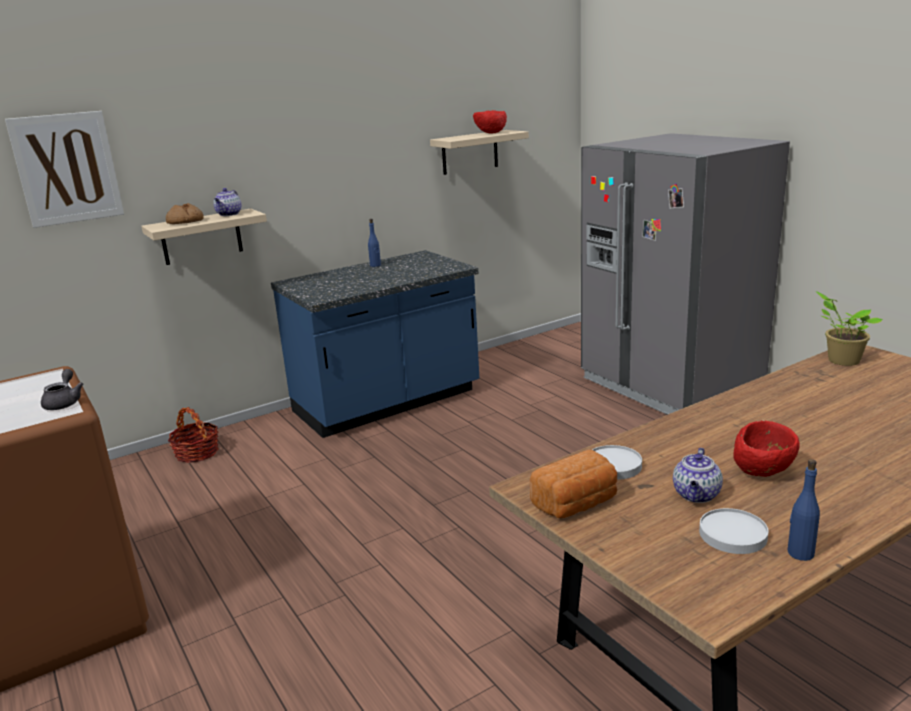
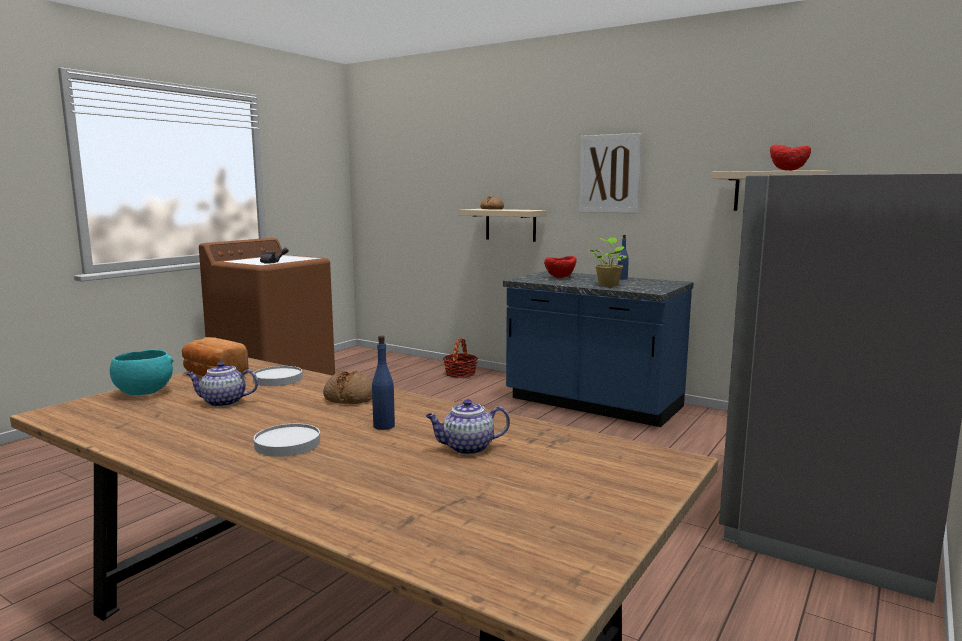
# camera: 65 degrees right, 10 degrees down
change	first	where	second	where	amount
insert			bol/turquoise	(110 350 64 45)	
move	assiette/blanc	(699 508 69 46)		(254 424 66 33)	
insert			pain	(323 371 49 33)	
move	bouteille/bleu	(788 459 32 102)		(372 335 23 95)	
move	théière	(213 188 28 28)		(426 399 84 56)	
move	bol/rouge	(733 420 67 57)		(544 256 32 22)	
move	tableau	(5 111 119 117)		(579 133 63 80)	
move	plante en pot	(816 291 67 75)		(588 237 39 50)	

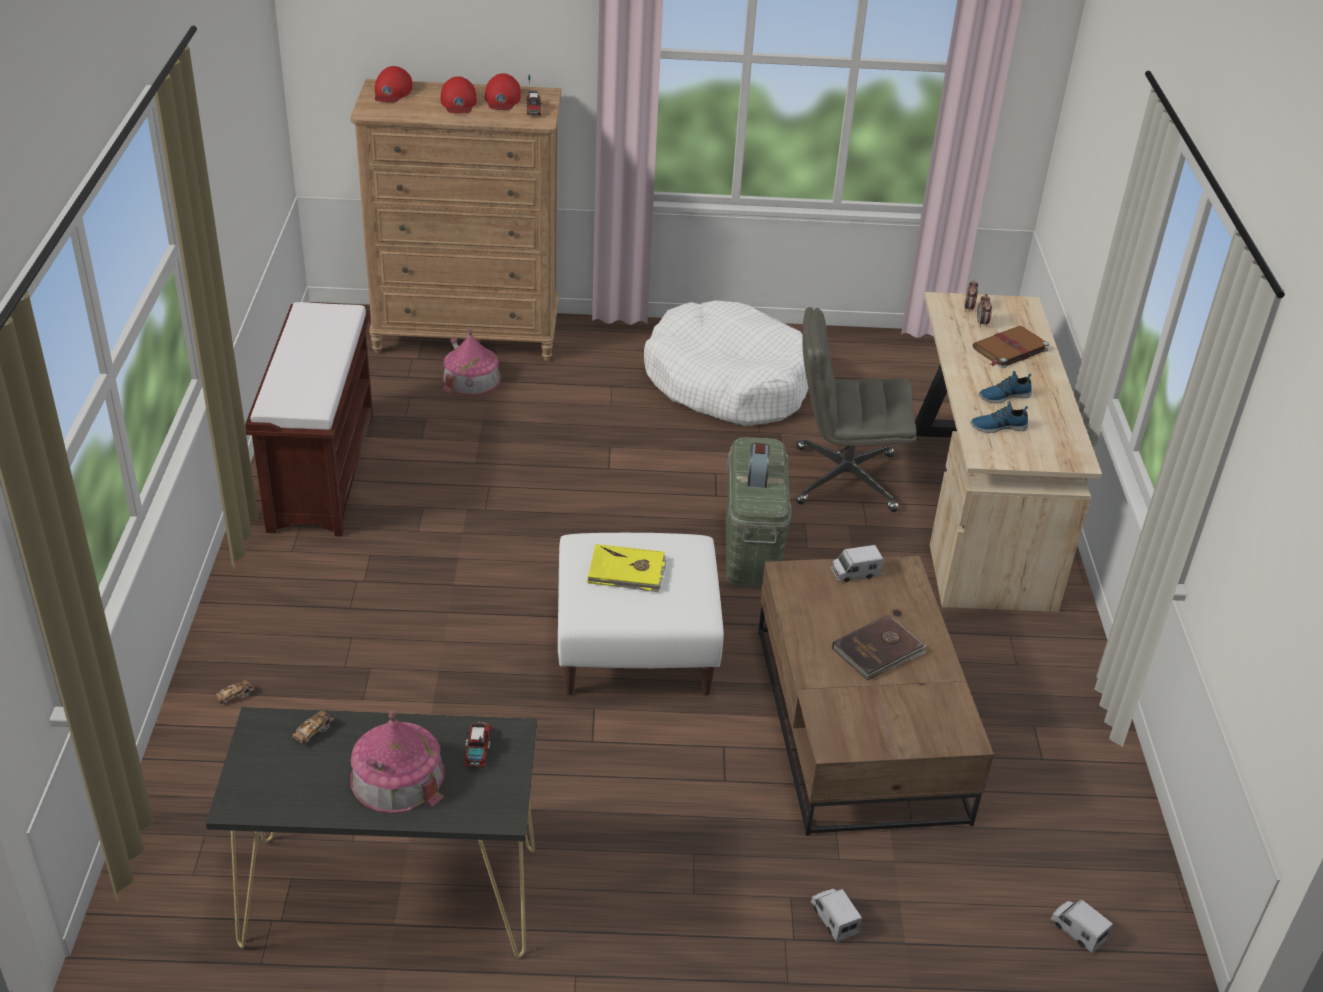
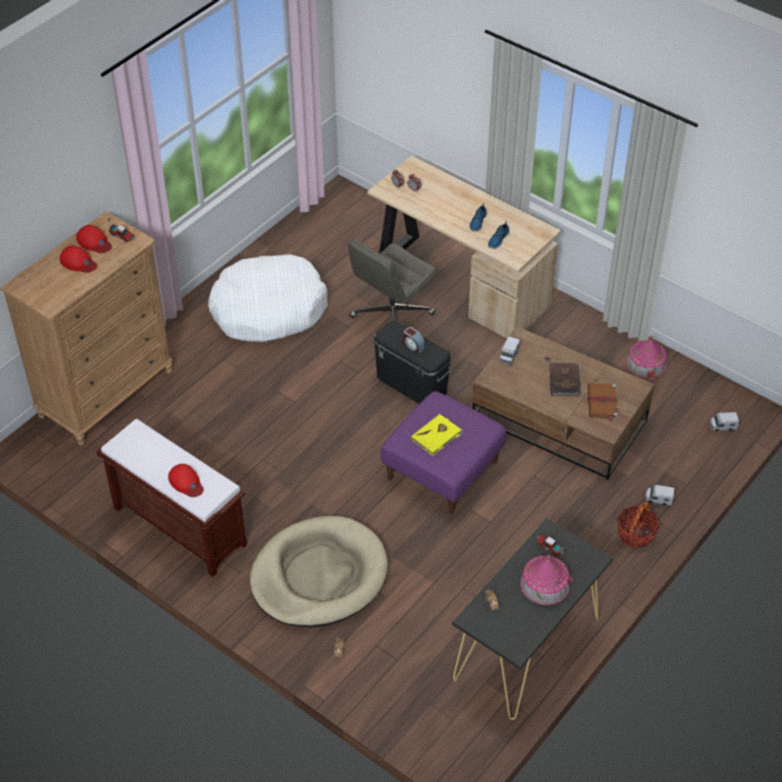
# camera: 50 degrees left, 10 degrees up
change	first	where	second	where	amount
move	casquette/rouge	(375 66 37 37)		(168 464 36 33)	
insert			panier pour chien/beige	(250 516 138 111)	
recolor	boîte de rangement/vert	(726 437 66 152)	boîte de rangement/noir	(373 321 78 83)	
recolor	pouf/blanc	(558 533 166 162)	pouf/violet	(381 391 125 124)	
move	livre/marron	(973 326 76 42)		(588 383 30 38)	
insert			panier	(617 501 43 47)	
move	maison miniature	(442 329 59 66)		(626 335 41 46)	

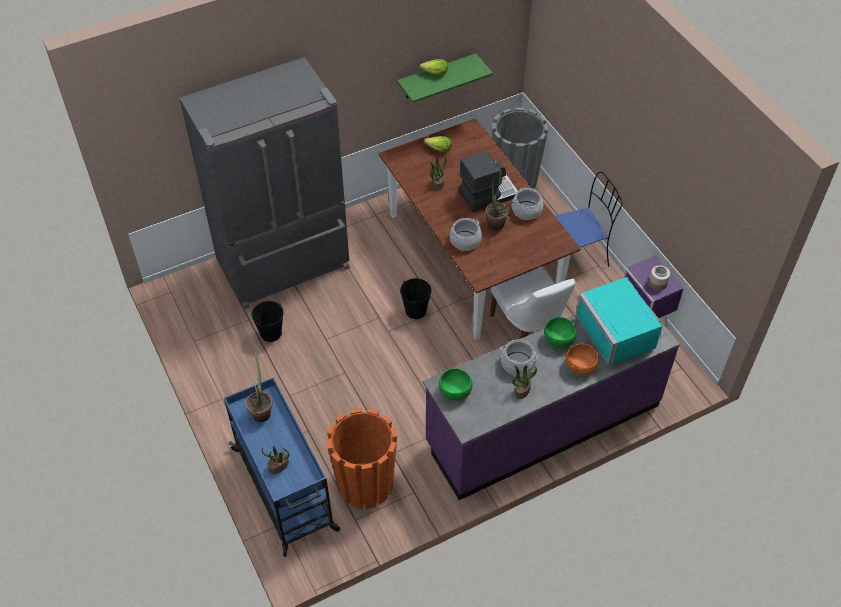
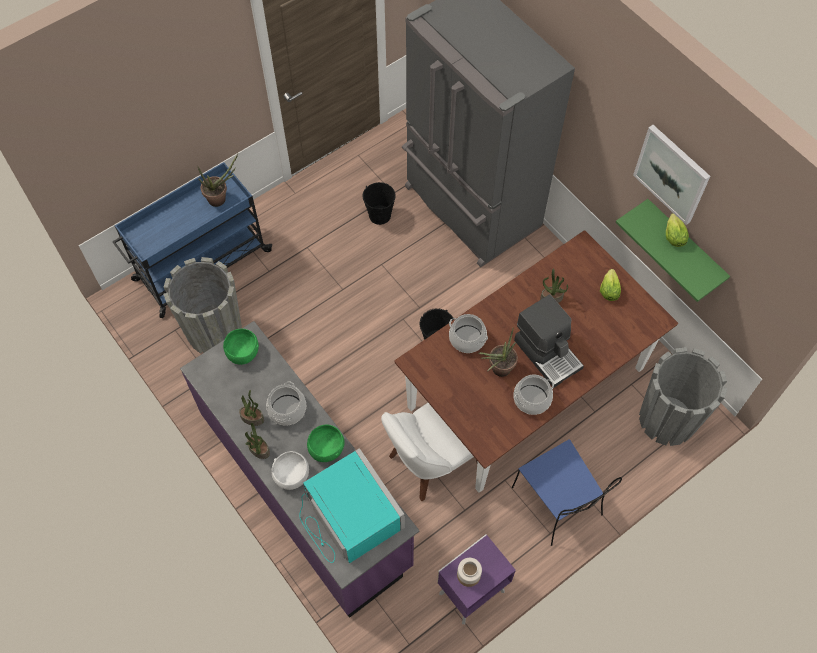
# camera: 80 degrees right, 10 degrees up
change	first	where	second	where	amount
recolor	cache-pot/orange	(326 408 71 101)	cache-pot/gris	(163 257 79 96)	
move	plante en pot	(262 446 28 28)		(245 423 25 36)	
recolor	bol/orange	(565 344 34 32)	bol/blanc	(271 451 38 39)	
rotate	micro-ondes/turquoise	(576 277 87 89)		(299 448 106 115)	90 degrees clockwise
insert			tableau	(633 125 77 100)	

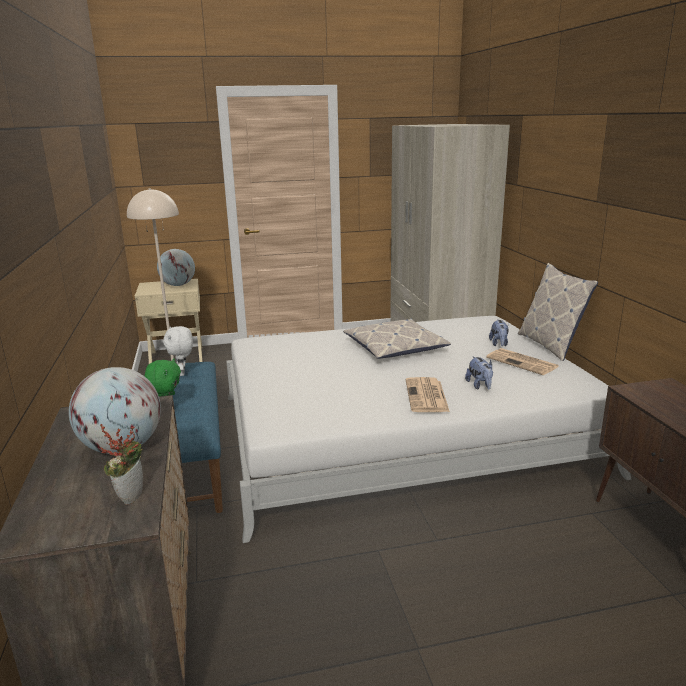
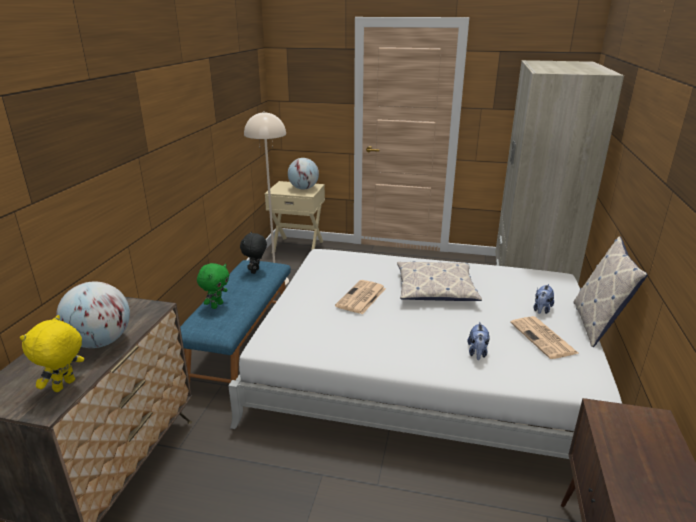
# camera: 25 degrees right, 5 degrees up
change	first	where	second	where	amount
replace	plante en pot	(100 424 43 81)	peluche/jaune	(20 315 64 77)	
recolor	peluche/blanc	(163 326 30 50)	peluche/noir	(240 232 27 42)	
move	journal	(406 377 44 35)		(335 280 51 34)	

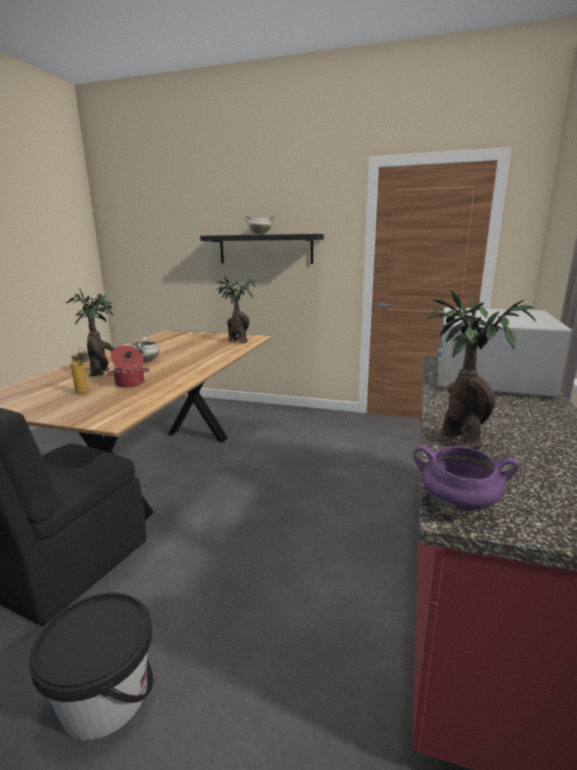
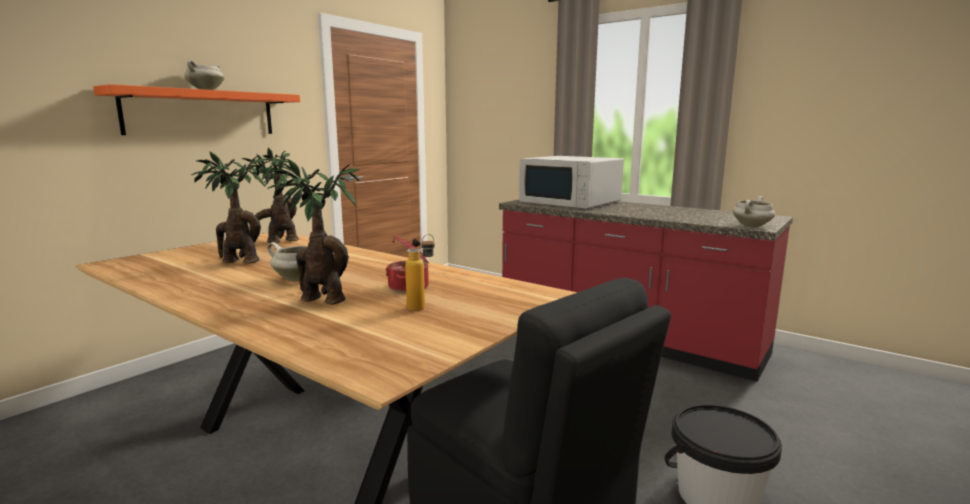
# camera: 70 degrees left, 5 degrees down
change	first	where	second	where	amount
recolor	étagère/noir	(200 234 124 30)	étagère/orange	(93 84 207 51)	
move	plante en pot	(428 289 108 160)		(191 151 76 113)	
recolor	marmite/violet	(413 445 106 67)	marmite/blanc	(733 196 42 31)	

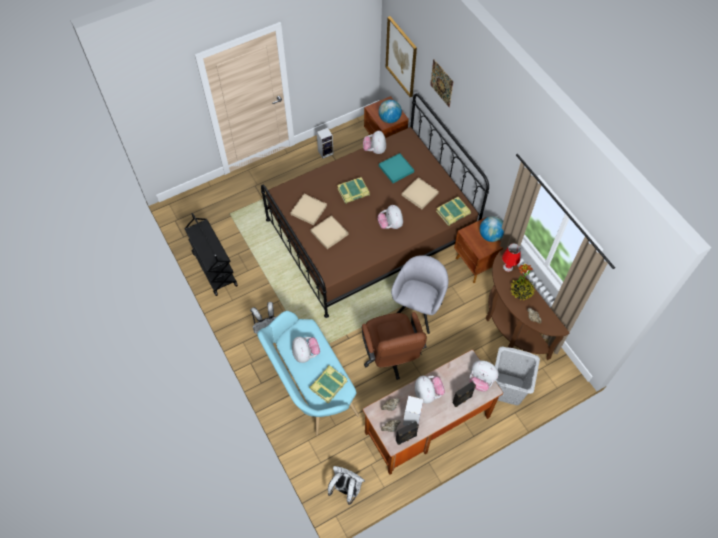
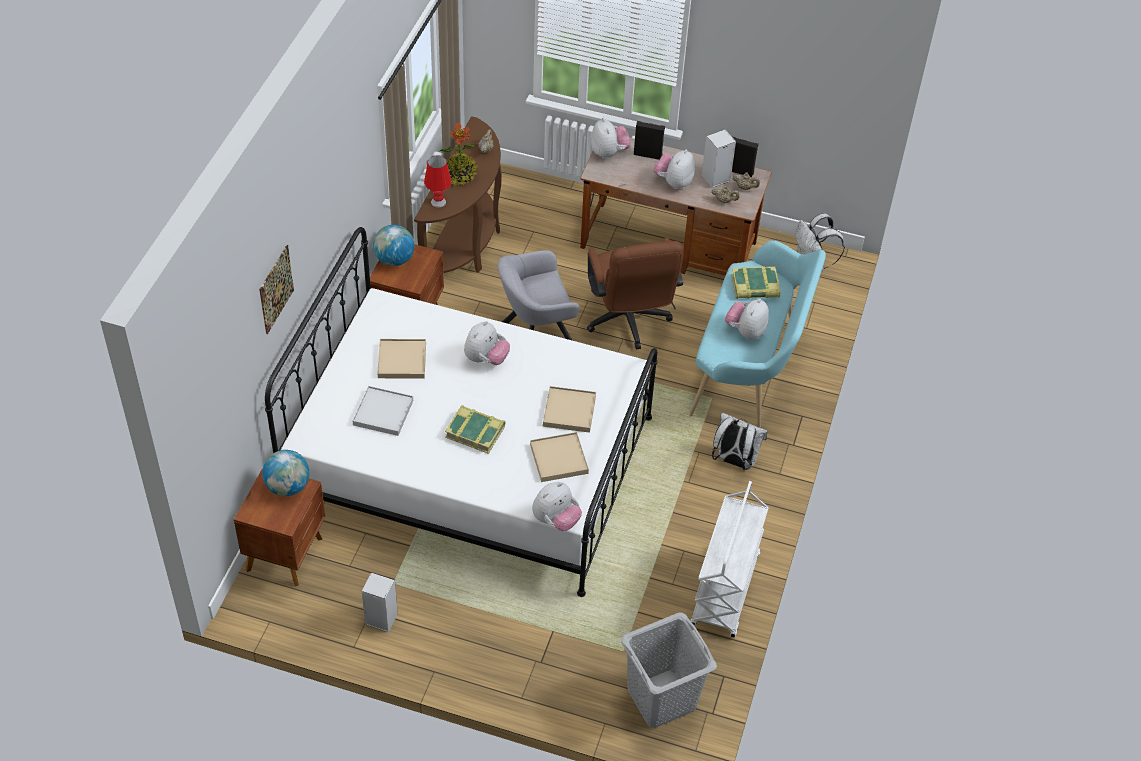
# camera: 135 degrees left, 10 degrees down
change	first	where	second	where	amount
recolor	lit/marron	(261 93 228 225)	lit/blanc	(265 227 392 370)	
recolor	plateau/turquoise	(379 153 35 30)	plateau/blanc	(353 386 60 50)	
move	peluche	(363 130 23 24)		(532 482 50 49)	
rotate	chaise de bureau/marron	(362 312 65 68)		(587 238 97 111)	135 degrees clockwise
move	panier à linge/gris	(495 346 45 59)		(621 613 96 115)	
recolor	chariot/noir	(184 213 54 83)	chariot/blanc	(691 481 78 156)	
delete	tableau	(386 16 31 81)			
delete	livre	(436 197 35 29)			

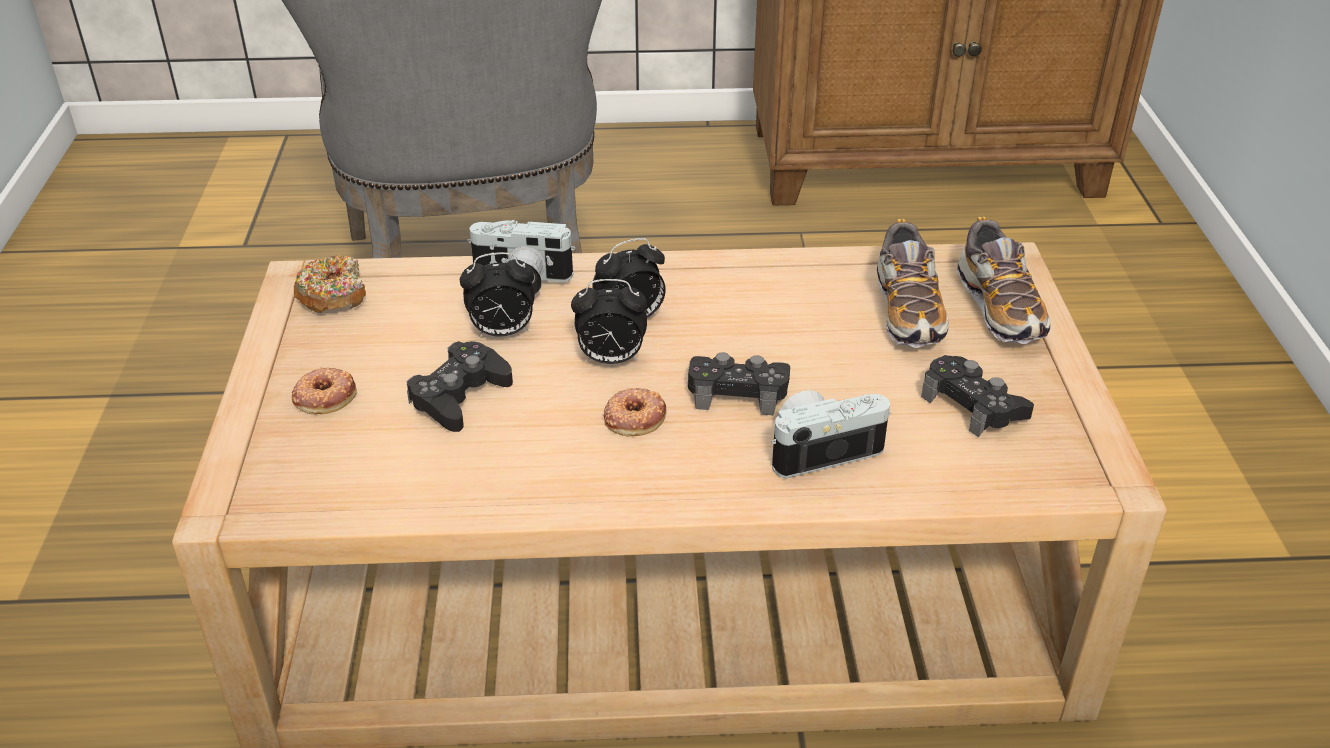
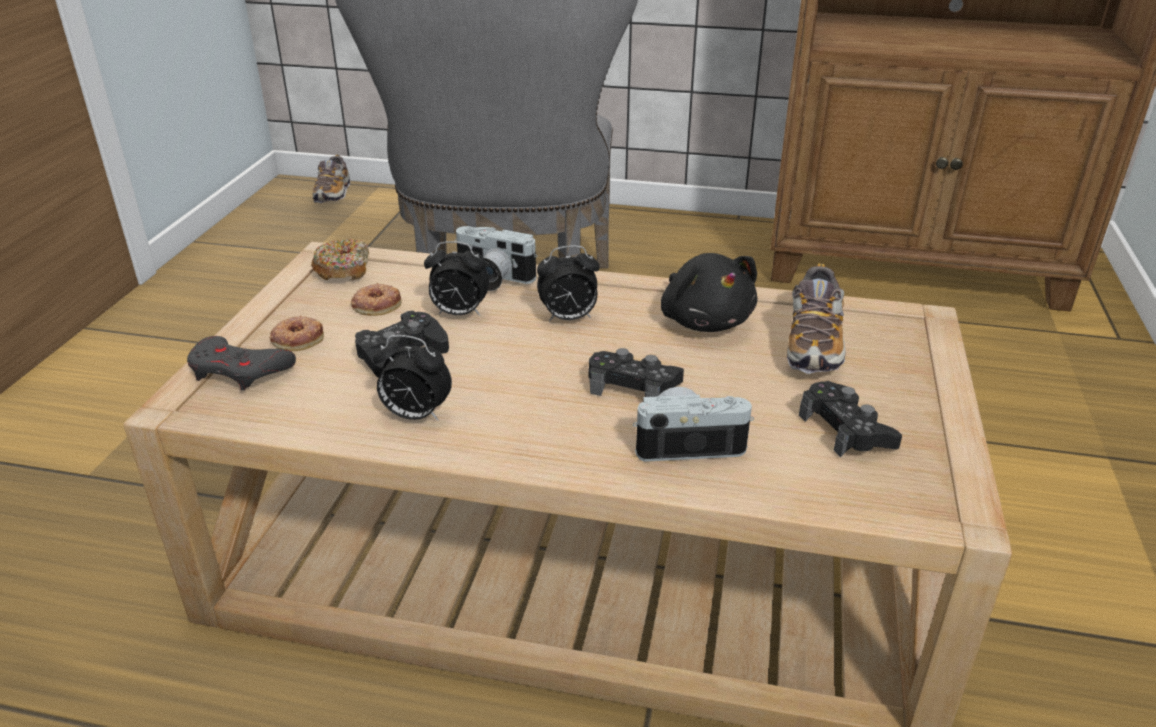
# camera: 15 degrees right, 5 degrees down
change	first	where	second	where	amount
insert			manette/gris	(187 336 109 55)	
move	chaussure	(957 216 94 128)		(312 155 39 48)	
move	beignet	(603 388 64 48)		(351 283 50 33)	
move	réveil	(571 279 76 85)		(373 335 79 86)	
insert			peluche/noir	(661 253 96 79)	

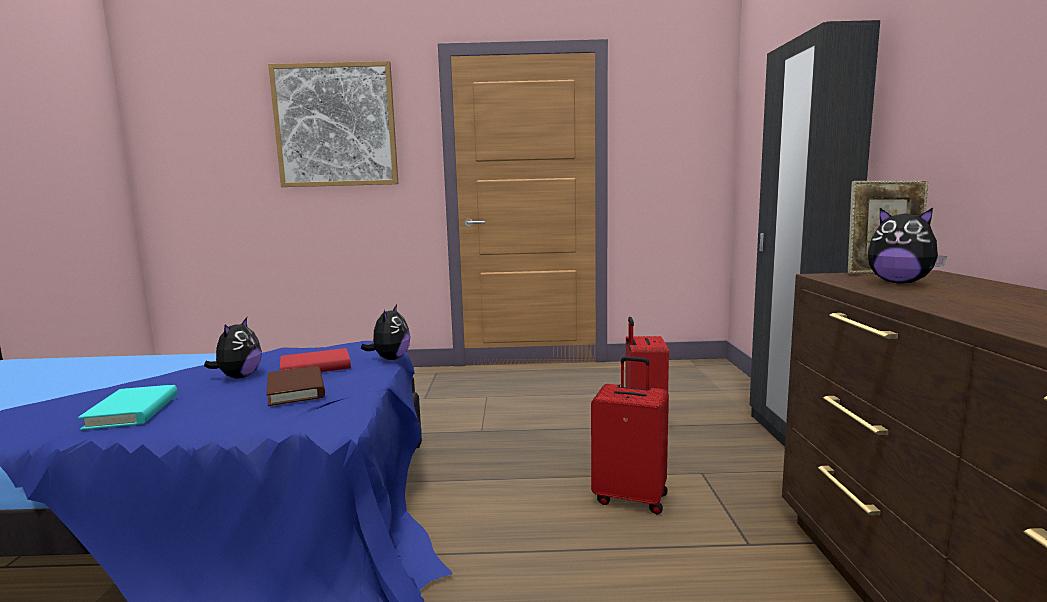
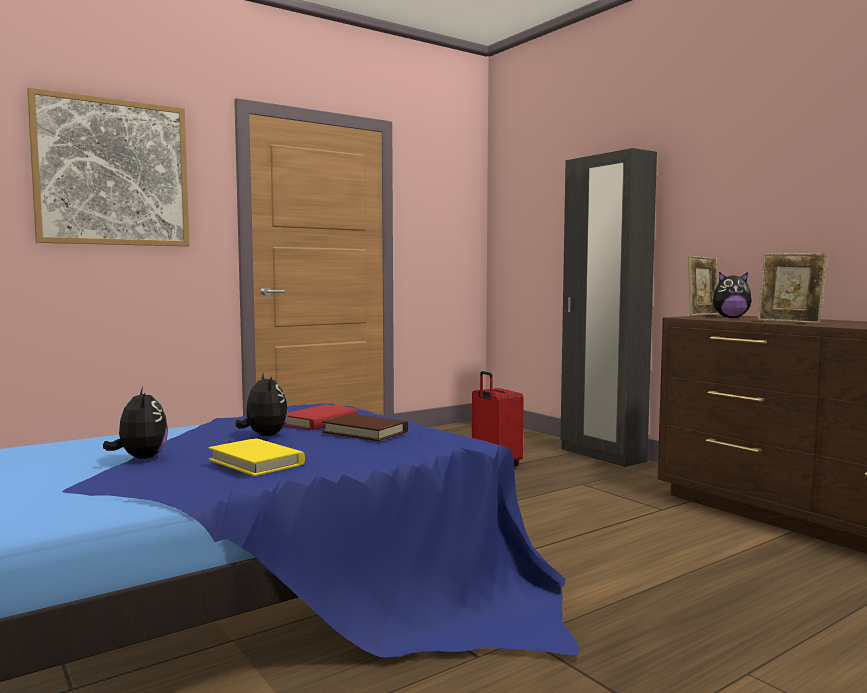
# camera: 35 degrees left, 5 degrees down
change	first	where	second	where	amount
move	peluche	(361 304 49 56)		(103 387 65 72)	
recolor	livre/turquoise	(78 385 99 45)	livre/jaune	(209 438 96 38)	
insert			cadre photo	(758 253 69 71)	
delete	valise/rouge	(591 356 78 158)			

